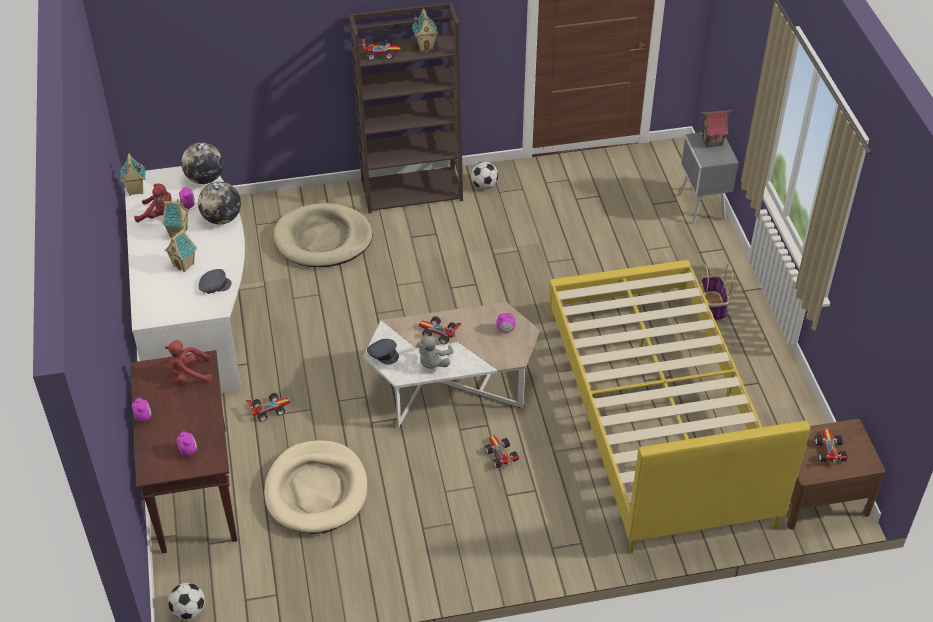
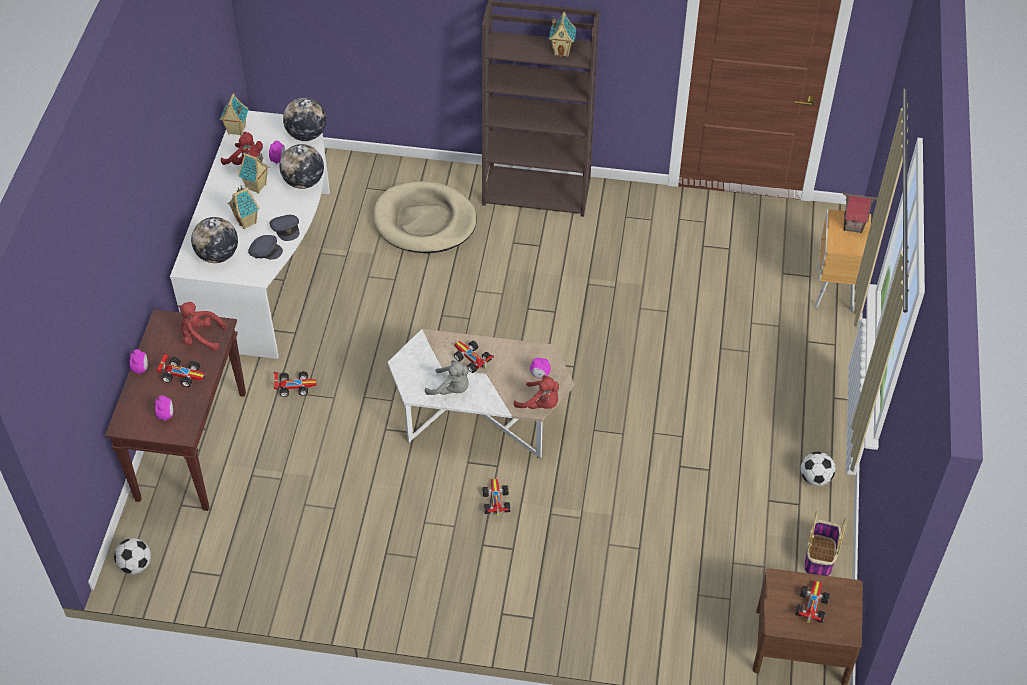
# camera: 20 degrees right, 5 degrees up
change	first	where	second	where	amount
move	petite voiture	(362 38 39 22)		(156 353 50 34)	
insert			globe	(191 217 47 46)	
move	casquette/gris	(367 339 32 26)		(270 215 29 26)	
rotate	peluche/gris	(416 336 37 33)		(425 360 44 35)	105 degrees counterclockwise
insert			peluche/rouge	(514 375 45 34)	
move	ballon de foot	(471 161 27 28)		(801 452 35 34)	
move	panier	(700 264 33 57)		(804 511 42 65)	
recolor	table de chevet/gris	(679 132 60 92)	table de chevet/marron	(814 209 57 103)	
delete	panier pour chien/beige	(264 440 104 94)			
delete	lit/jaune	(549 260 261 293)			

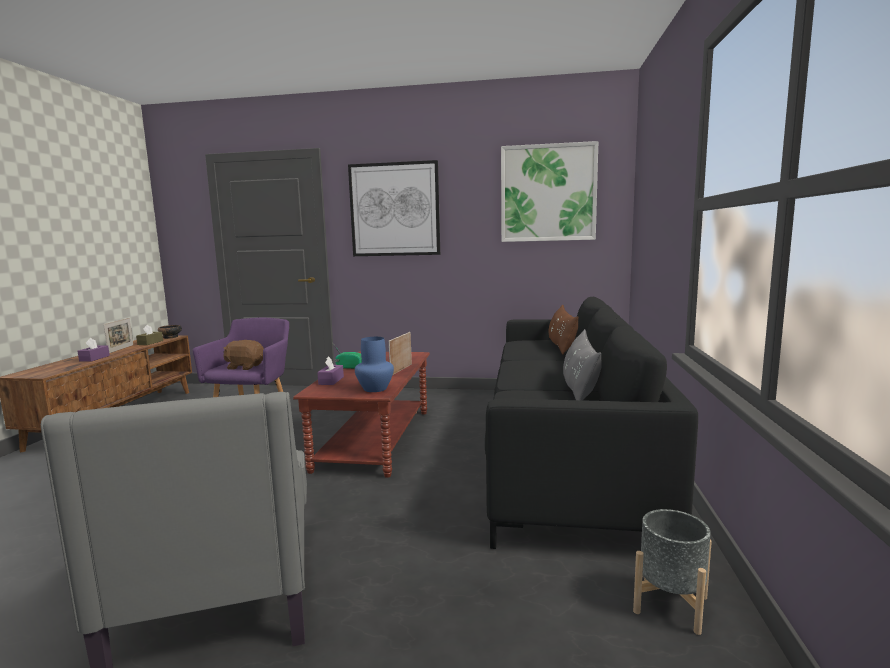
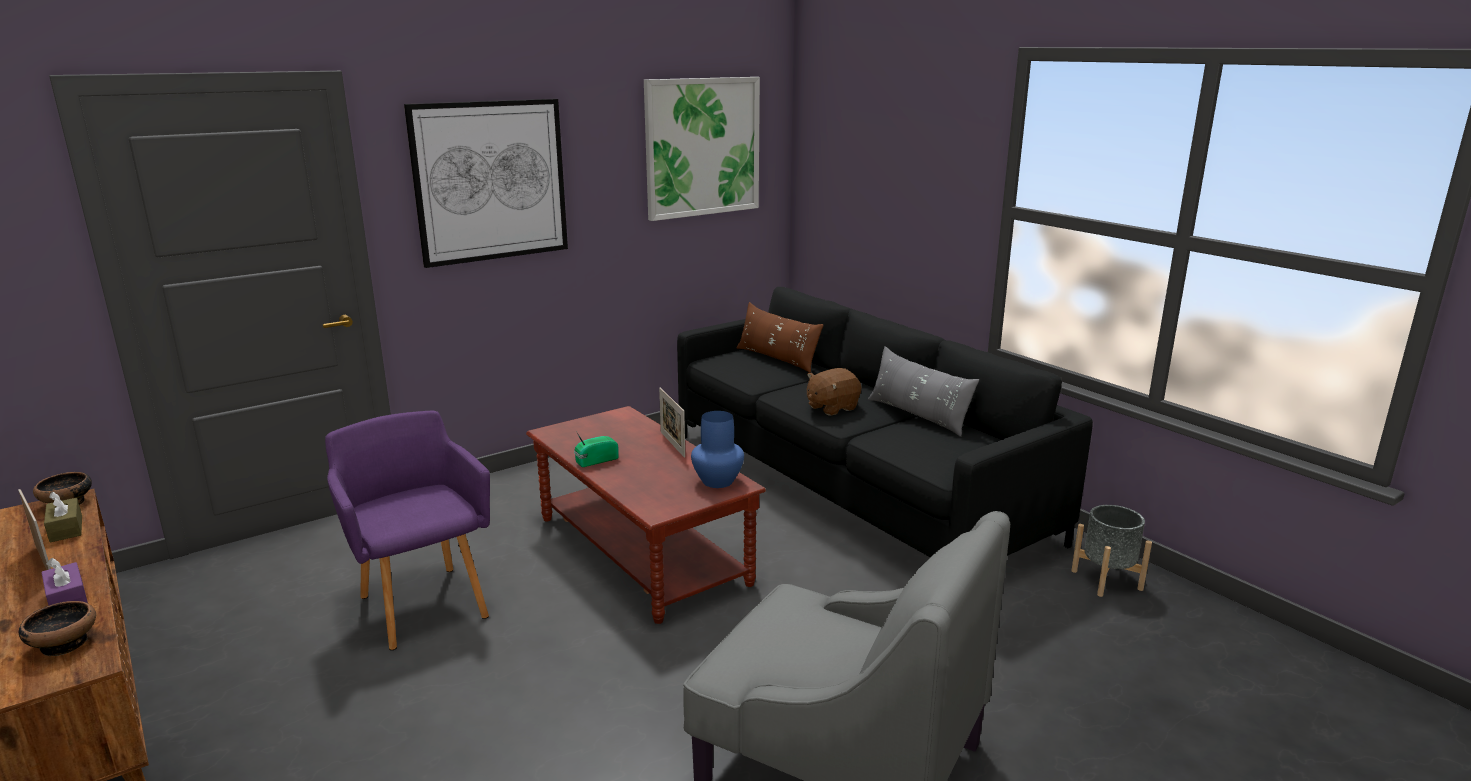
# camera: 45 degrees left, 10 degrees up
change	first	where	second	where	amount
insert			bol	(19 601 77 55)	
move	peluche/marron	(223 340 41 30)		(807 368 54 48)	
delete	boîte à mouchoirs/violet	(317 356 27 29)			

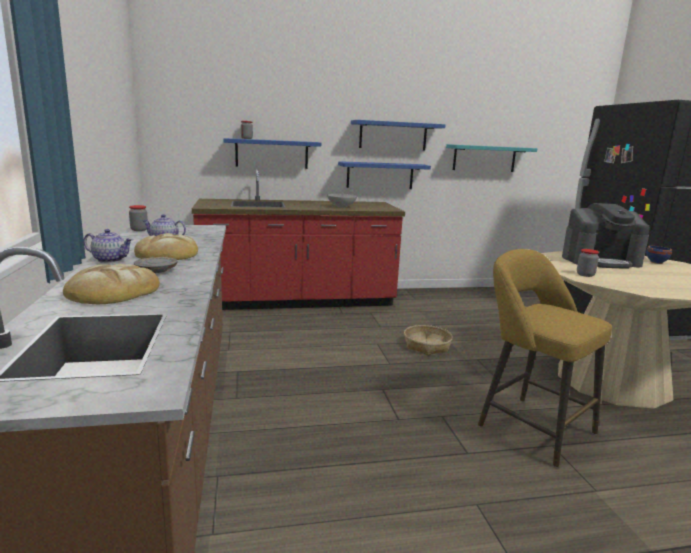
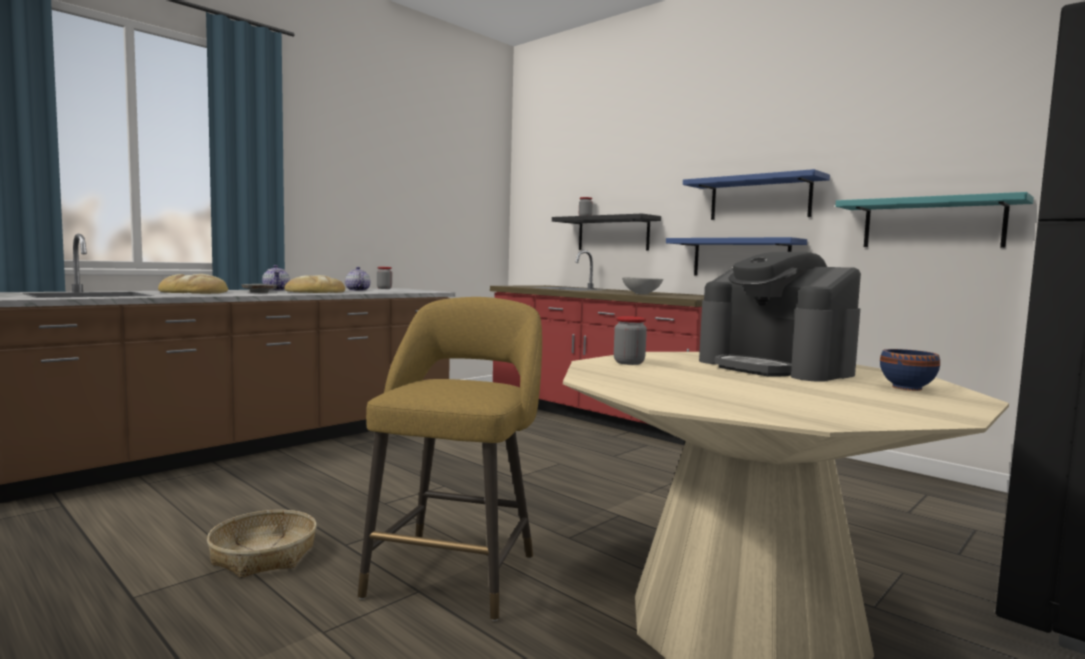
# camera: 55 degrees right, 10 degrees down
change	first	where	second	where	amount
move	panier	(404 325 49 30)		(207 510 110 68)	
recolor	étagère/bleu	(224 138 97 31)	étagère/noir	(552 214 109 37)	

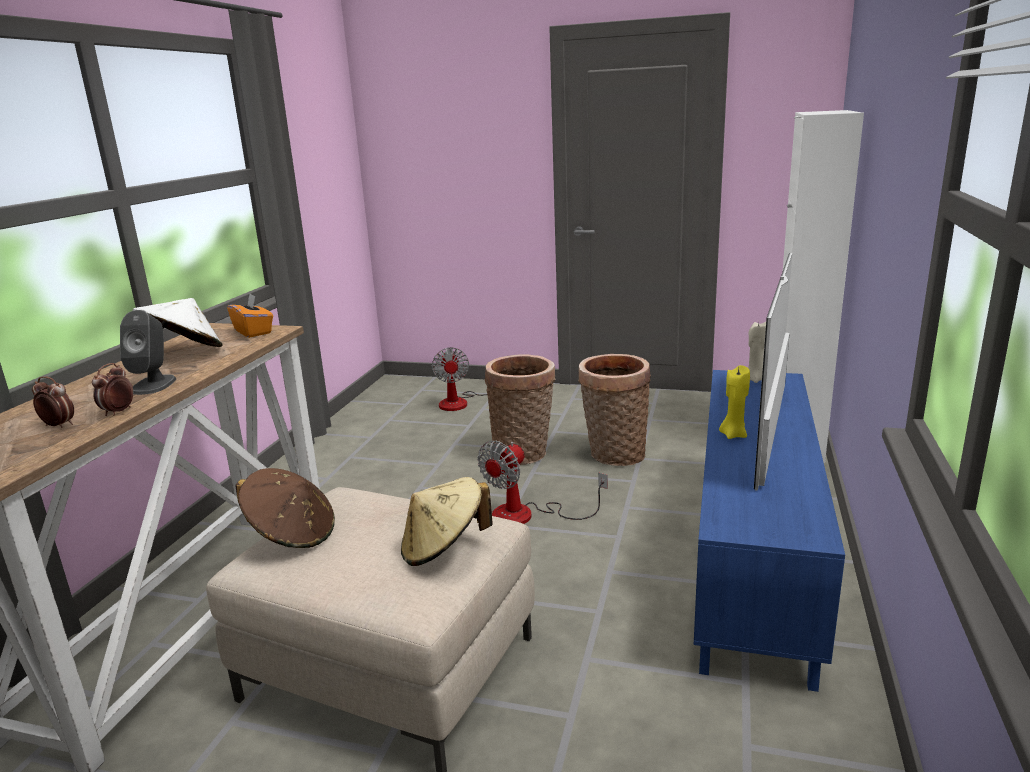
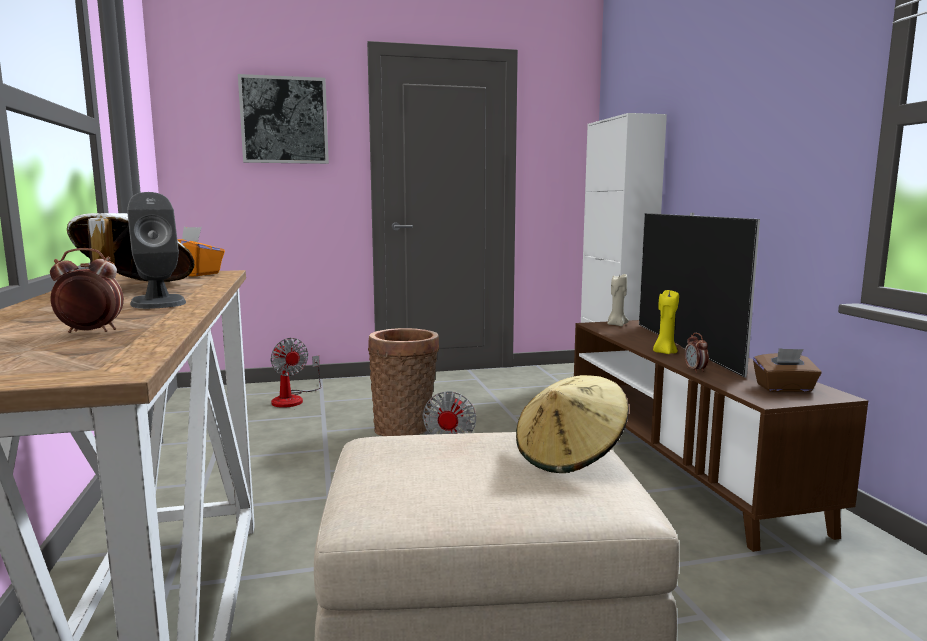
# camera: 30 degrees left, 10 degrees down
change	first	where	second	where	amount
insert			tableau	(238 74 91 90)	
recolor	meuble télé/bleu	(694 370 151 322)	meuble télé/marron	(574 320 294 232)	
move	réveil	(92 363 41 53)		(685 333 24 40)	
insert			boîte à mouchoirs/marron	(753 348 69 44)	
delete	chapeau/marron	(235 468 100 80)			
delete	panier	(578 354 73 112)			

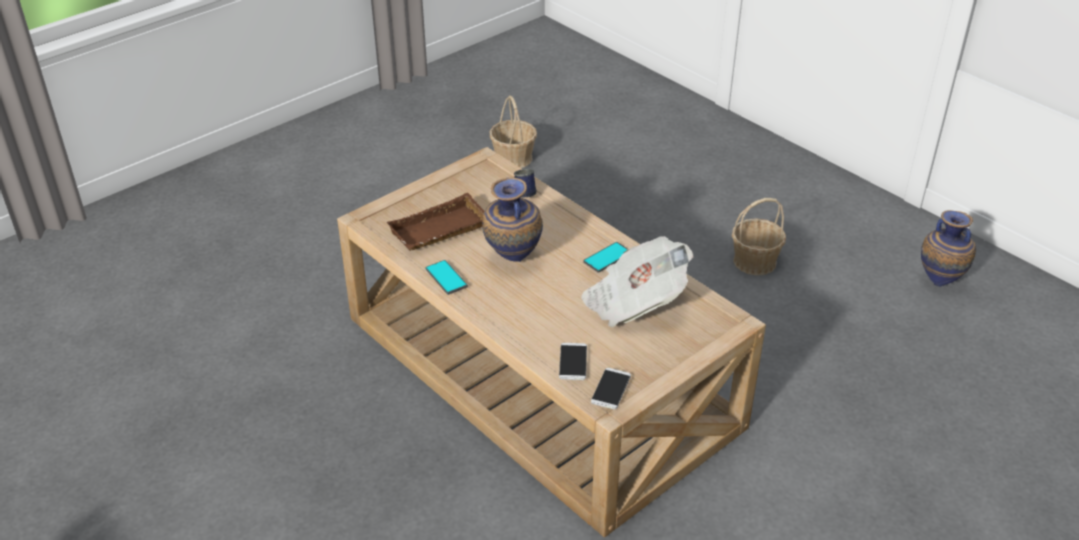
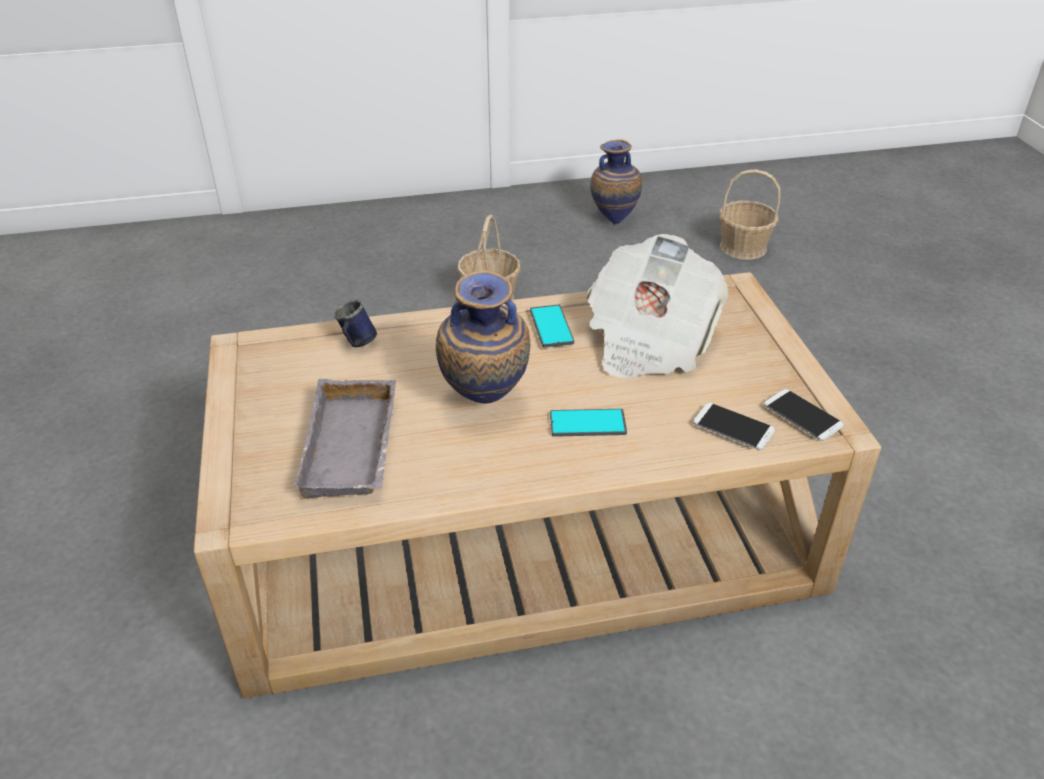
# camera: 60 degrees left, 0 degrees up
change	first	where	second	where	amount
recolor	plateau/marron	(386 193 98 58)	plateau/gris	(293 379 103 119)	
move	téléphone	(425 260 43 35)		(550 409 77 28)	
move	panier	(490 95 47 73)		(719 169 62 91)	

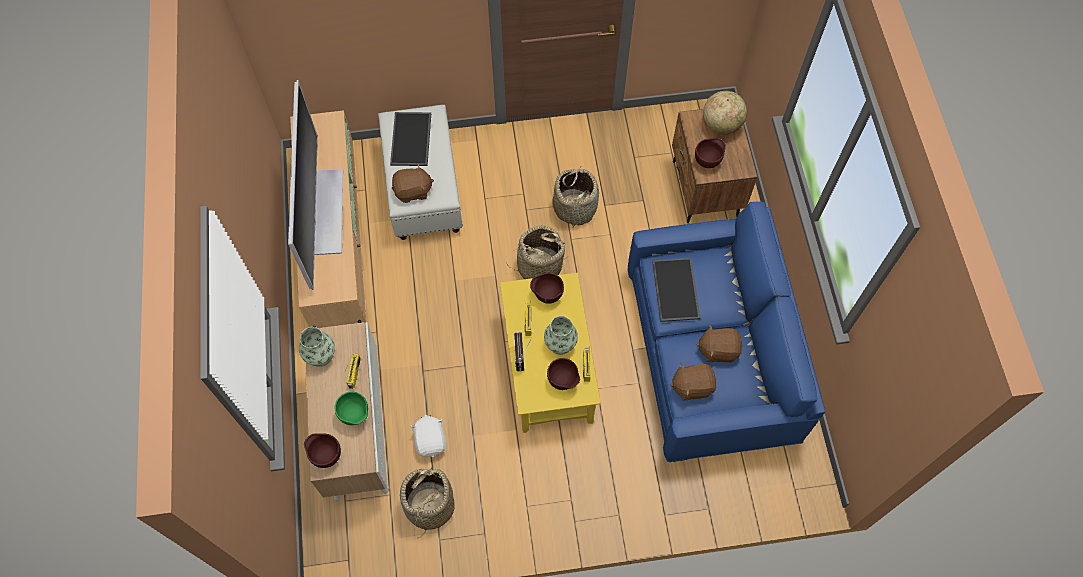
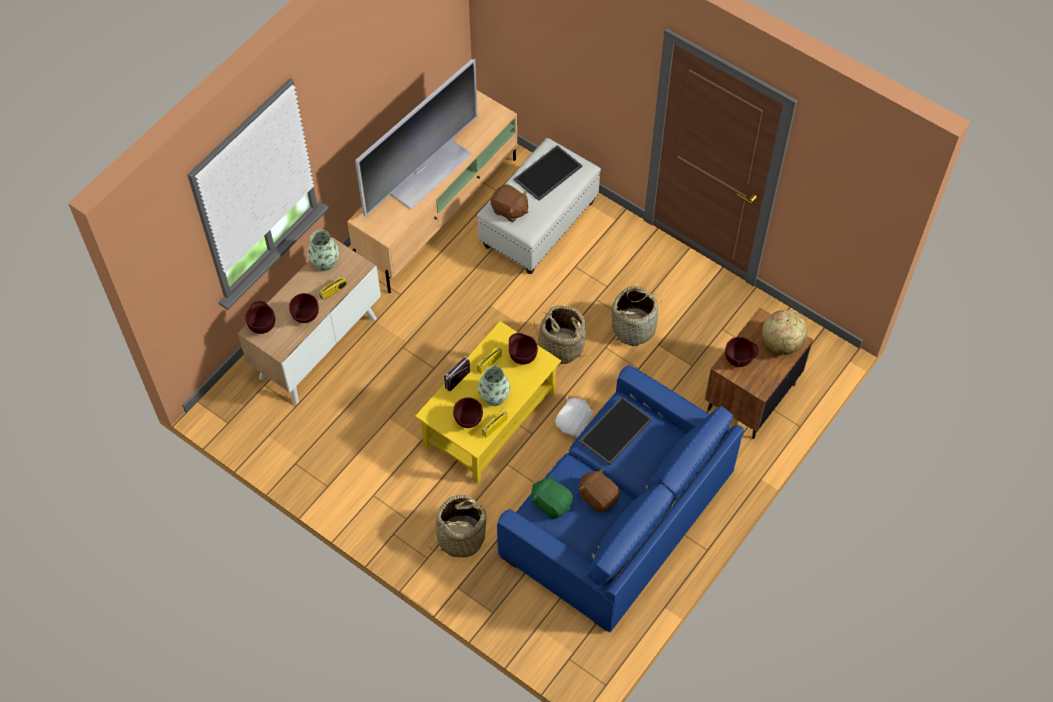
# camera: 45 degrees right, 5 degrees down
change	first	where	second	where	amount
recolor	bol/vert	(335 391 33 34)	bol/marron	(289 293 30 30)	
move	panier	(400 466 55 72)		(432 495 54 63)	
recolor	peluche/marron	(670 363 46 38)	peluche/vert	(532 474 41 45)	
move	peluche/blanc	(410 415 36 42)		(555 396 39 41)	

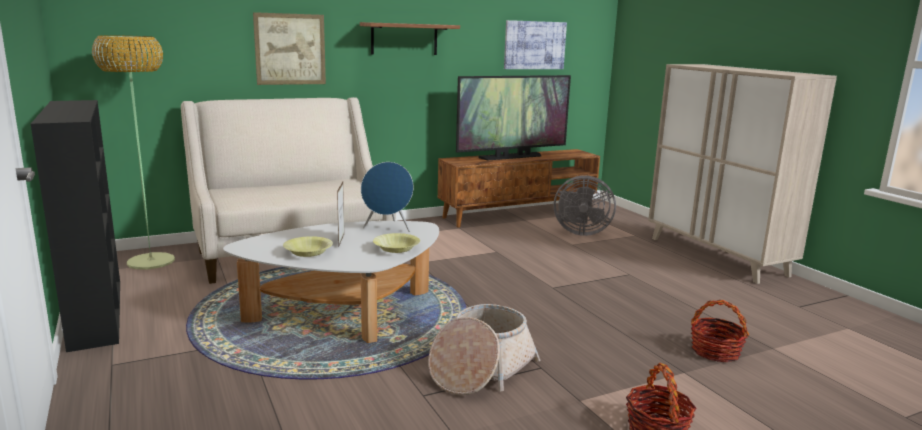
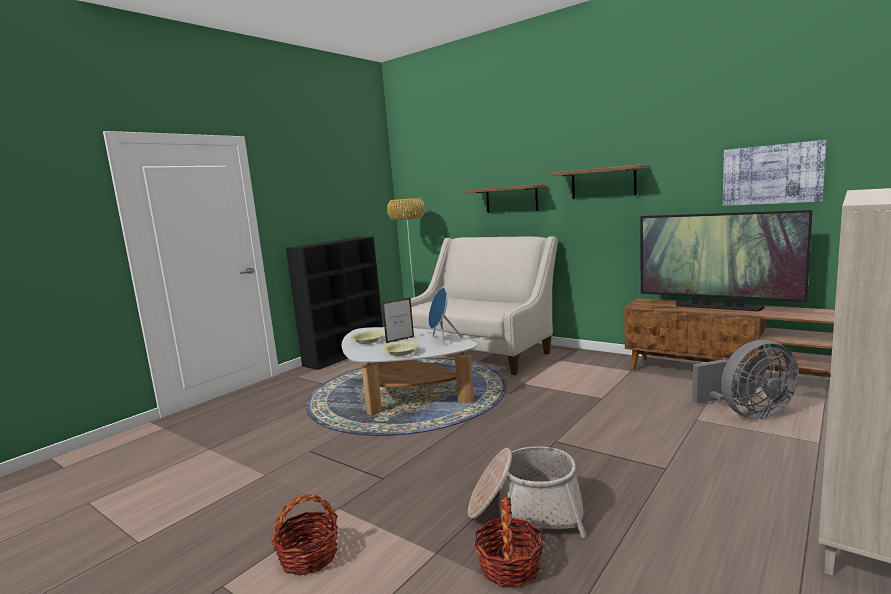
# camera: 65 degrees right, 5 degrees down
change	first	where	second	where	amount
replace	tableau	(253 12 73 73)	étagère	(465 184 81 29)	
move	panier	(428 304 112 91)		(468 446 118 92)	
rotate	ventilateur/gris	(554 175 62 61)		(692 340 107 79)	90 degrees counterclockwise

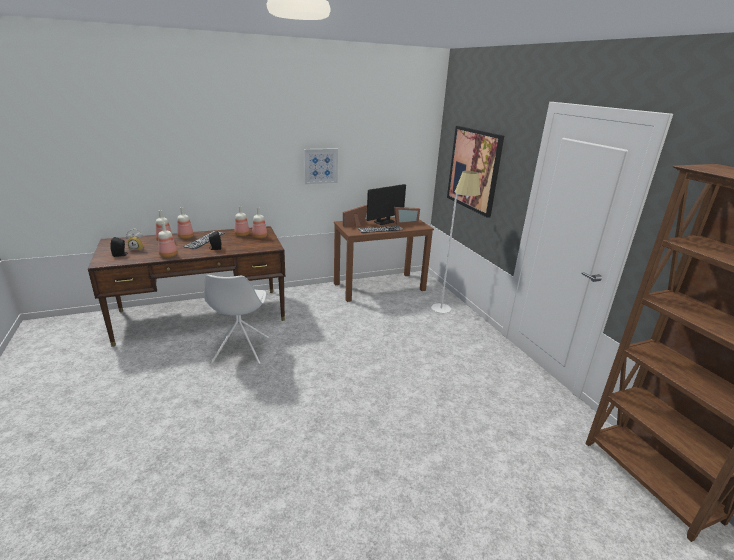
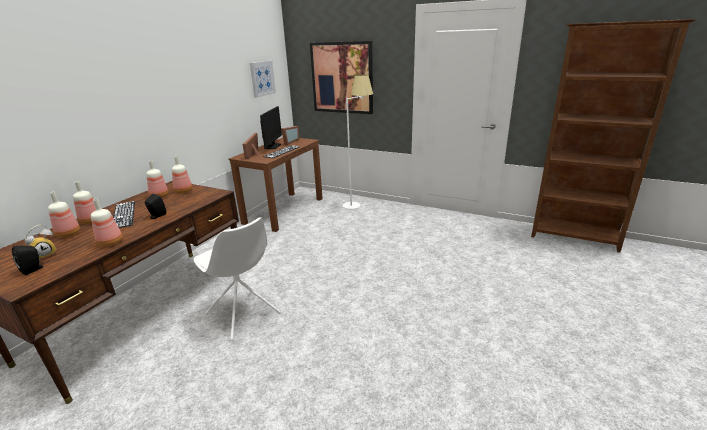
# camera: 40 degrees left, 0 degrees up
change	first	where	second	where	amount
move	tableau	(304 148 34 36)		(250 61 26 37)	

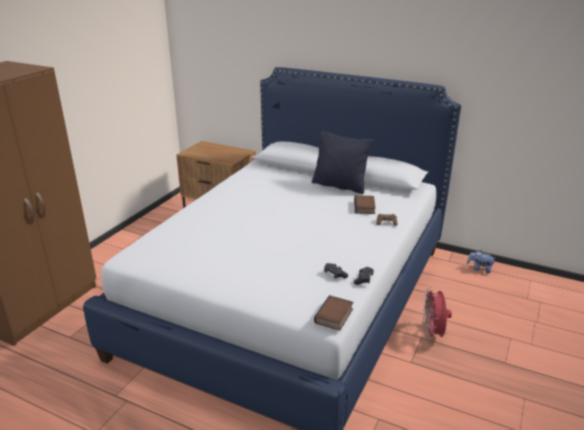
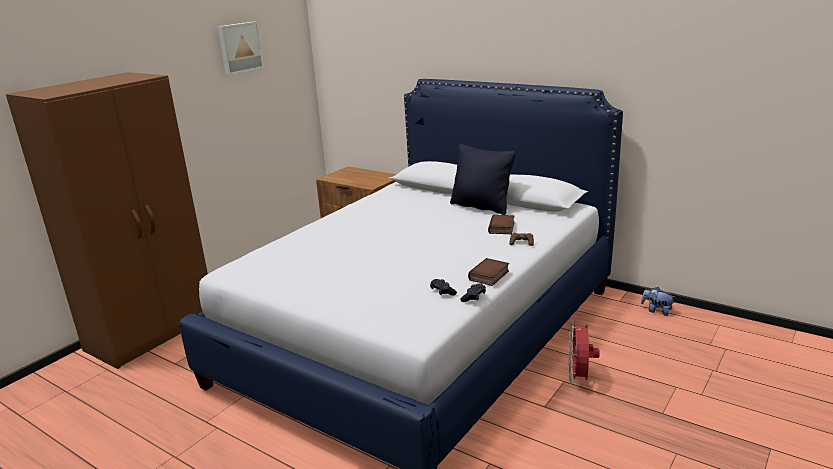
# camera: 10 degrees right, 5 degrees down
change	first	where	second	where	amount
insert			tableau	(217 21 47 54)	
move	livre	(314 295 39 36)		(468 258 41 28)	

